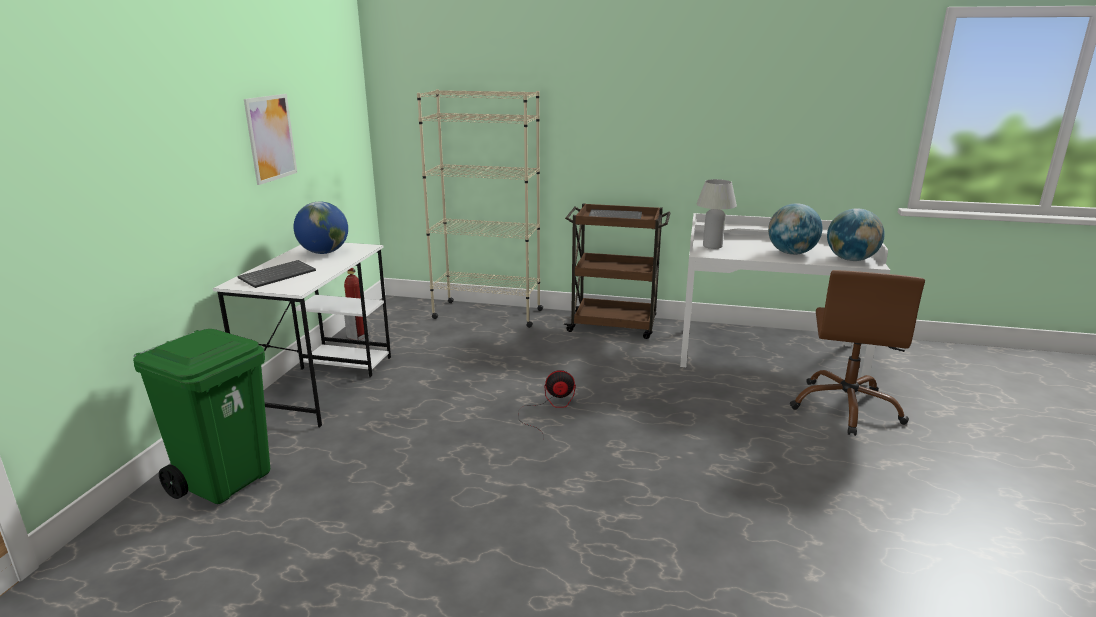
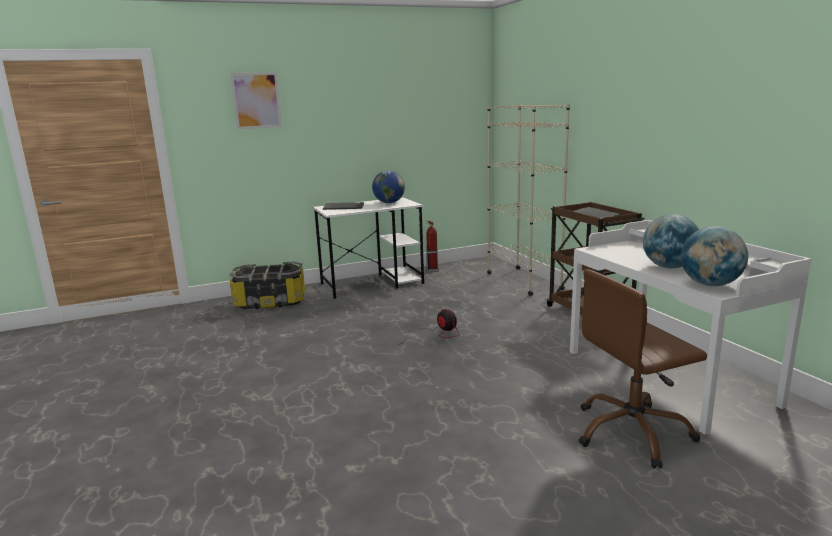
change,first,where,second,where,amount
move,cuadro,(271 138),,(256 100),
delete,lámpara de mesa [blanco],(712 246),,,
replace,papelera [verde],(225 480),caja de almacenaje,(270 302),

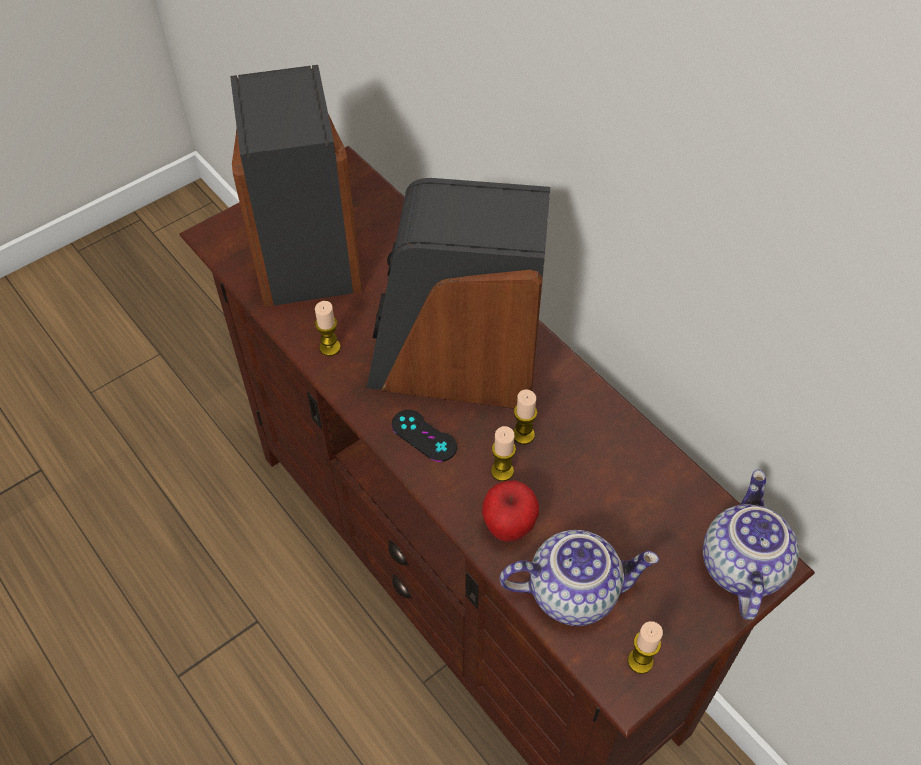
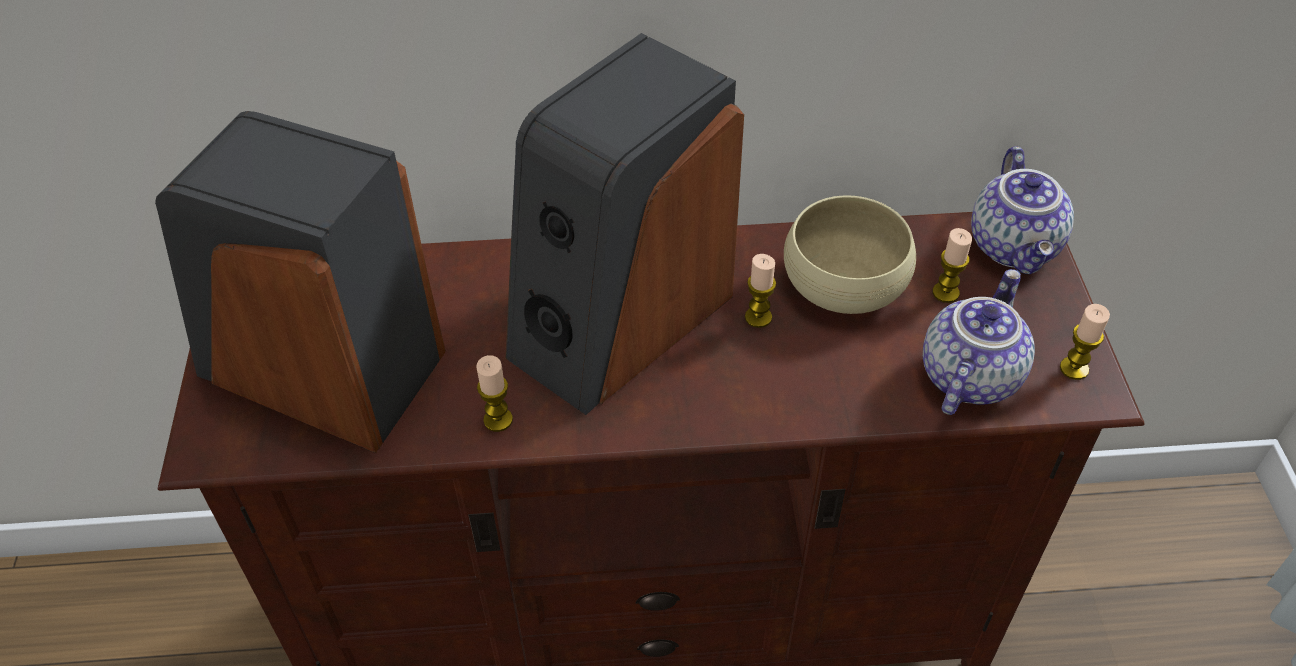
change,first,where,second,where,amount
delete,mando de consola [negro],(424 436),,,
move,vela,(502 471),,(945 293),
rotate,tetera,(739 565),,(1016 247),135 degrees counterclockwise
delete,manzana,(508 527),,,
insert,,,cuenco [beis],(844 281),

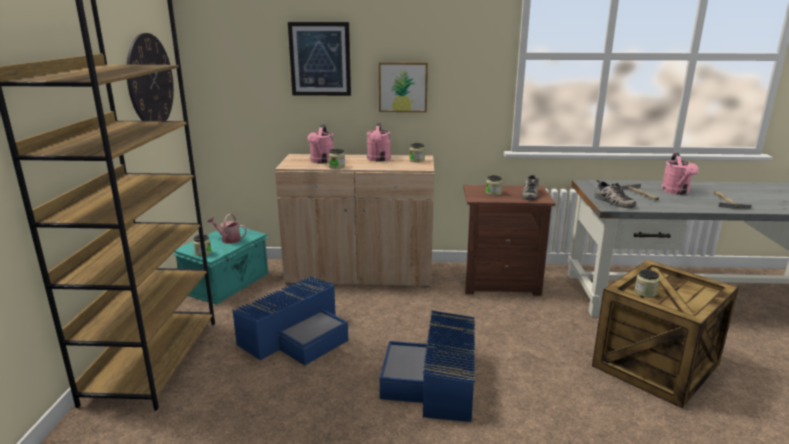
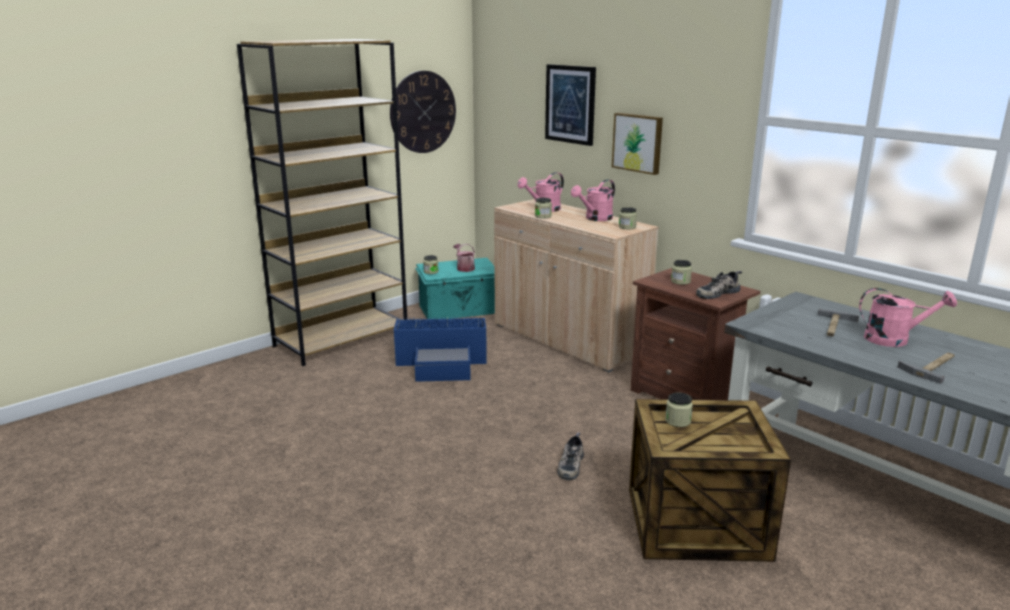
change,first,where,second,where,amount
rotate,regadera [rosa],(677 192),,(894 339),135 degrees counterclockwise
move,zapato,(612 202),,(570 465),
delete,caja de almacenaje [azul],(435 382),,,

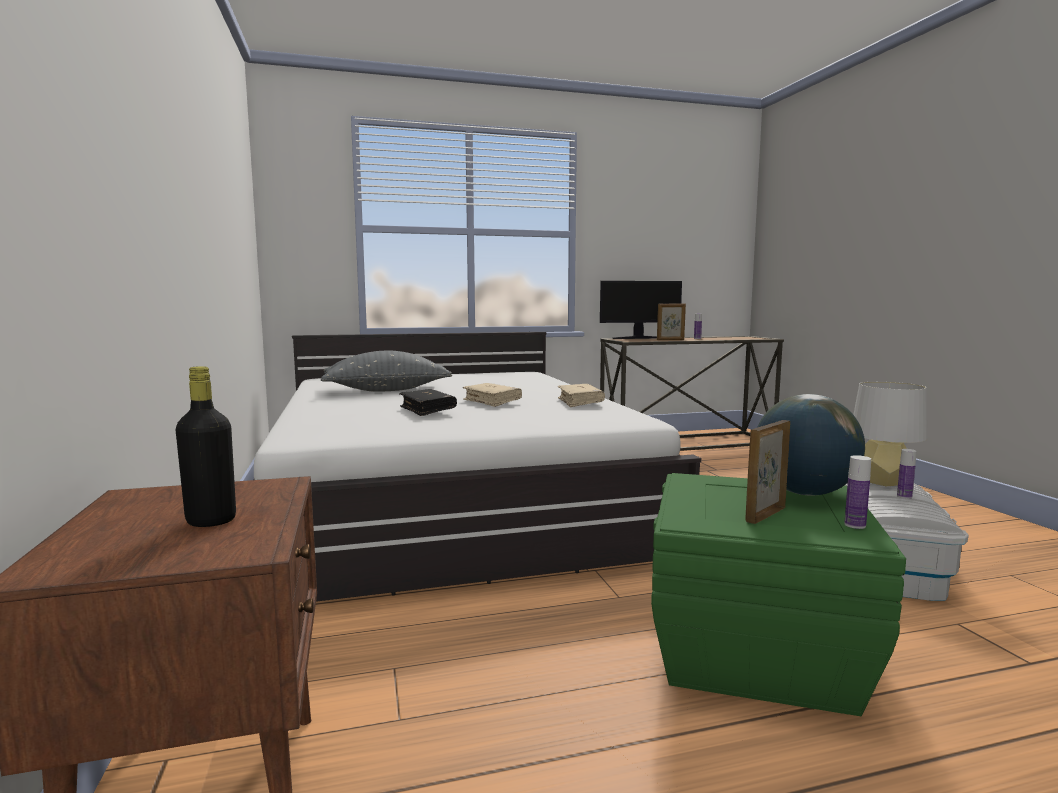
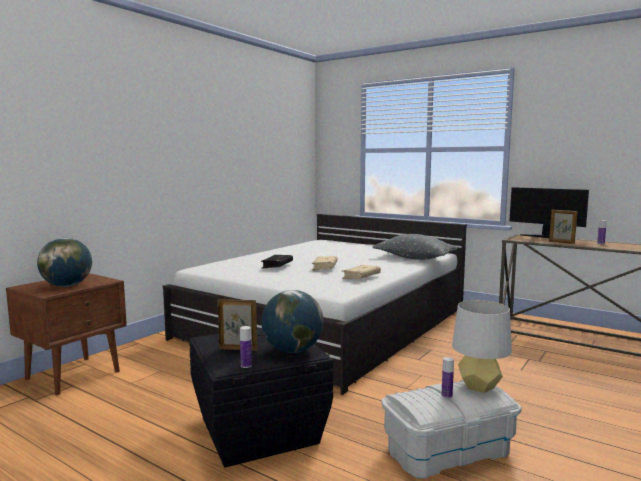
change,first,where,second,where,amount
move,cojín [gris],(386 390),,(414 258),
replace,botella [negro],(211 521),globo terráqueo,(67 285),
recolor,caja de almacenaje [verde],(752 650),caja de almacenaje [negro],(259 430),

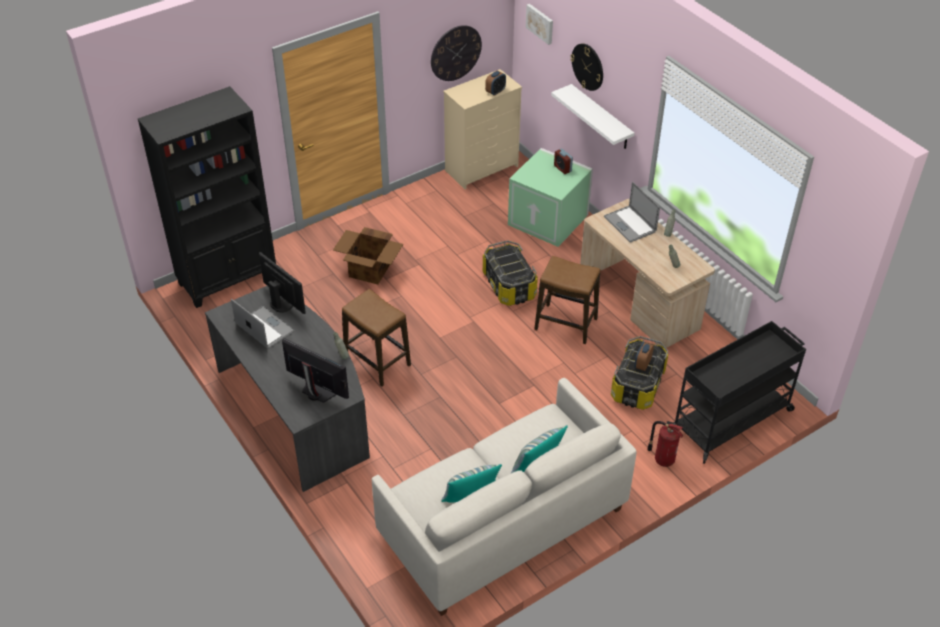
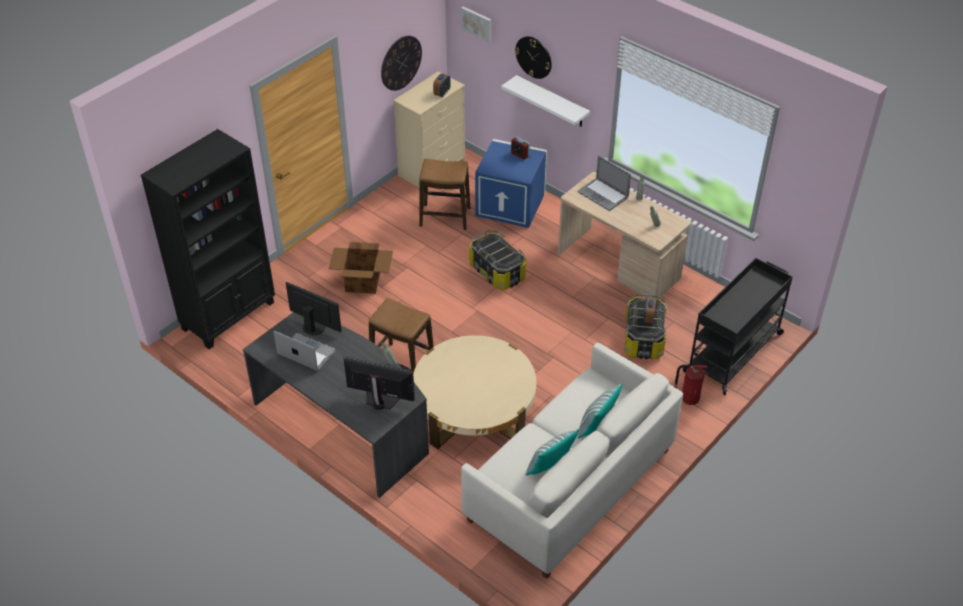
change,first,where,second,where,amount
recolor,caja de almacenaje [verde],(549 219),caja de almacenaje [azul],(511 204),
move,taburete,(565 324),,(445 217),
insert,,,mesa de centro [beis],(474 410),

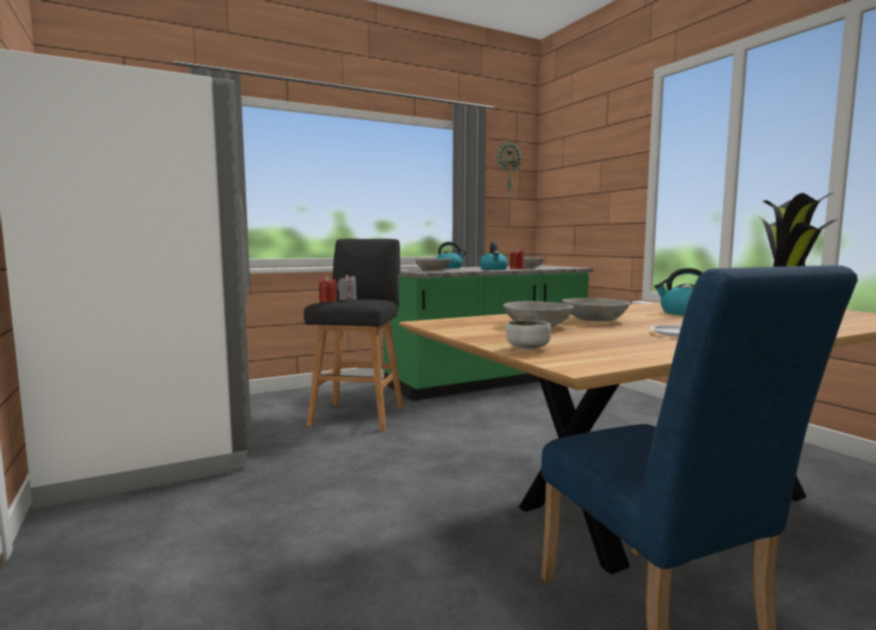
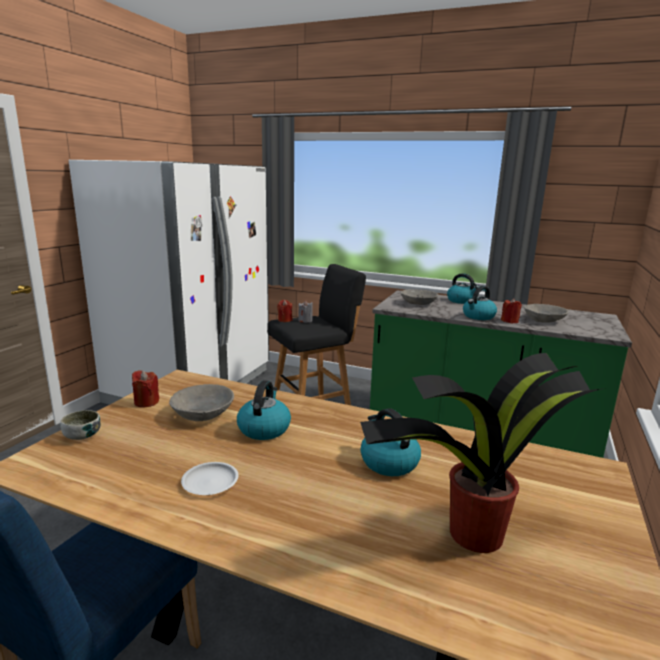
change,first,where,second,where,amount
delete,reloj de pared,(508 171),,,
replace,cuenco [gris],(594 320),hervidor,(264 428),
insert,,,vela [rojo],(146 402),

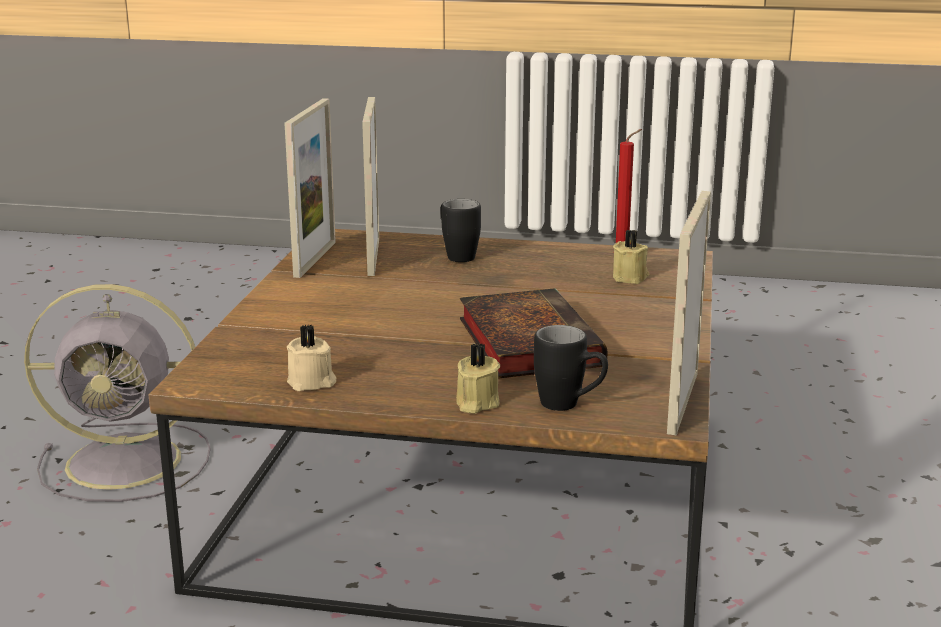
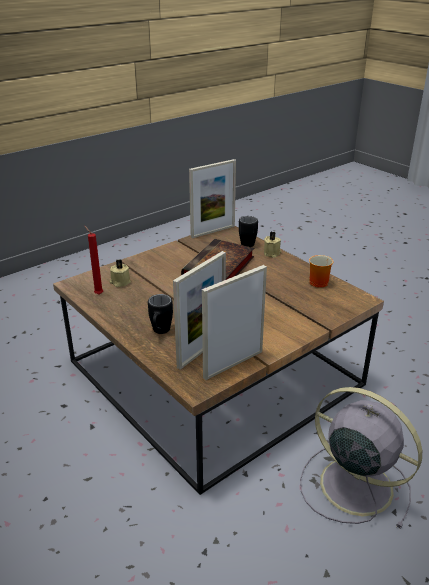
change,first,where,second,where,amount
replace,vela [beis],(312 382),taza grande,(317 281),

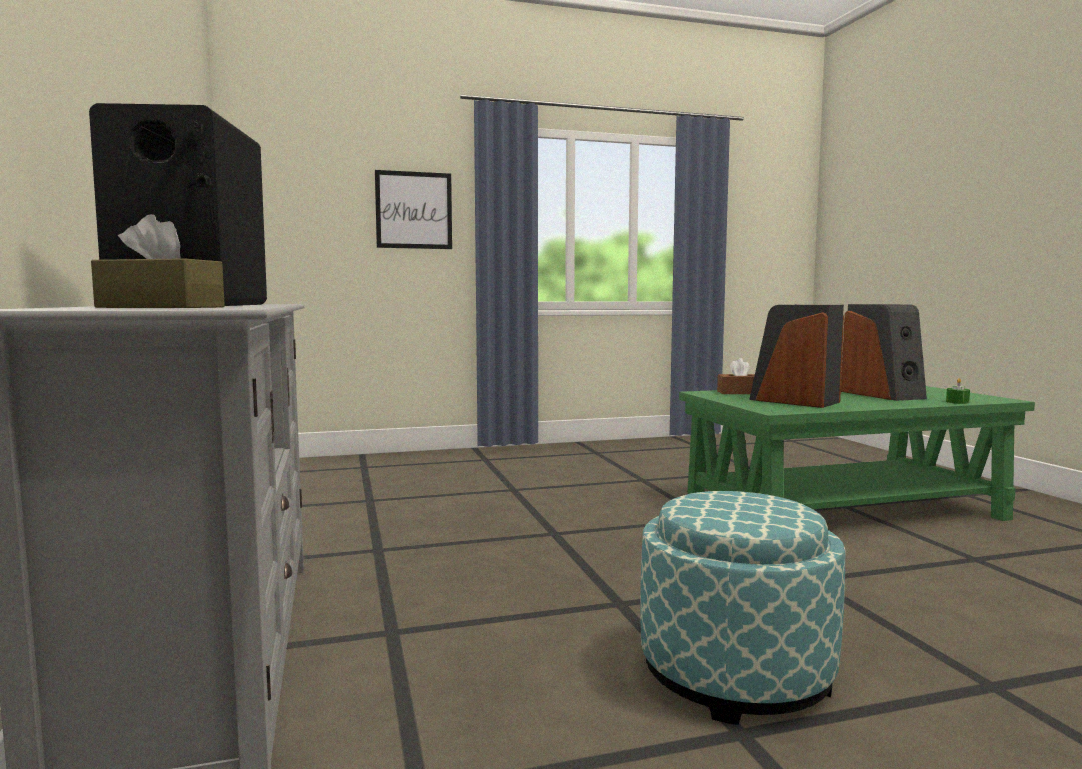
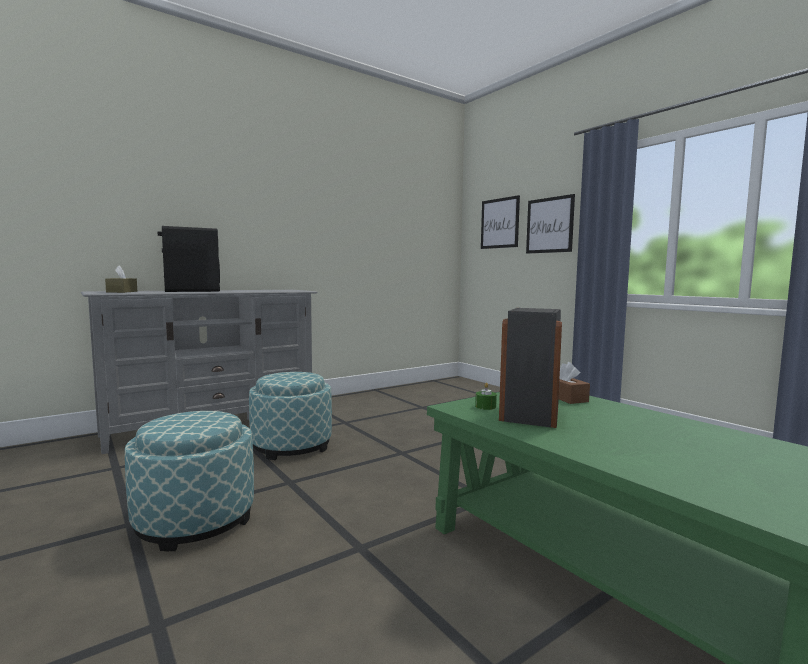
change,first,where,second,where,amount
delete,altavoz,(882 395),,,
move,vela [verde],(957 402),,(485 406),
insert,,,cuadro,(499 223),
insert,,,puf,(292 446),

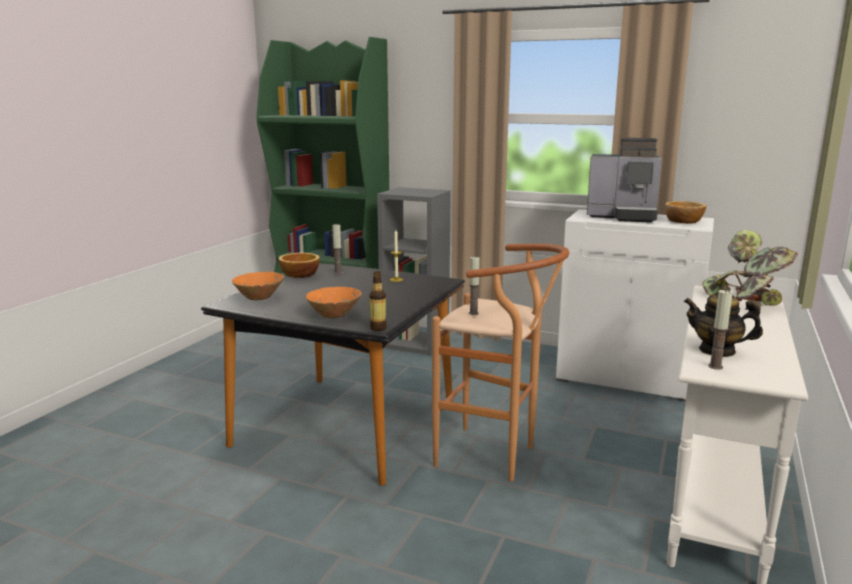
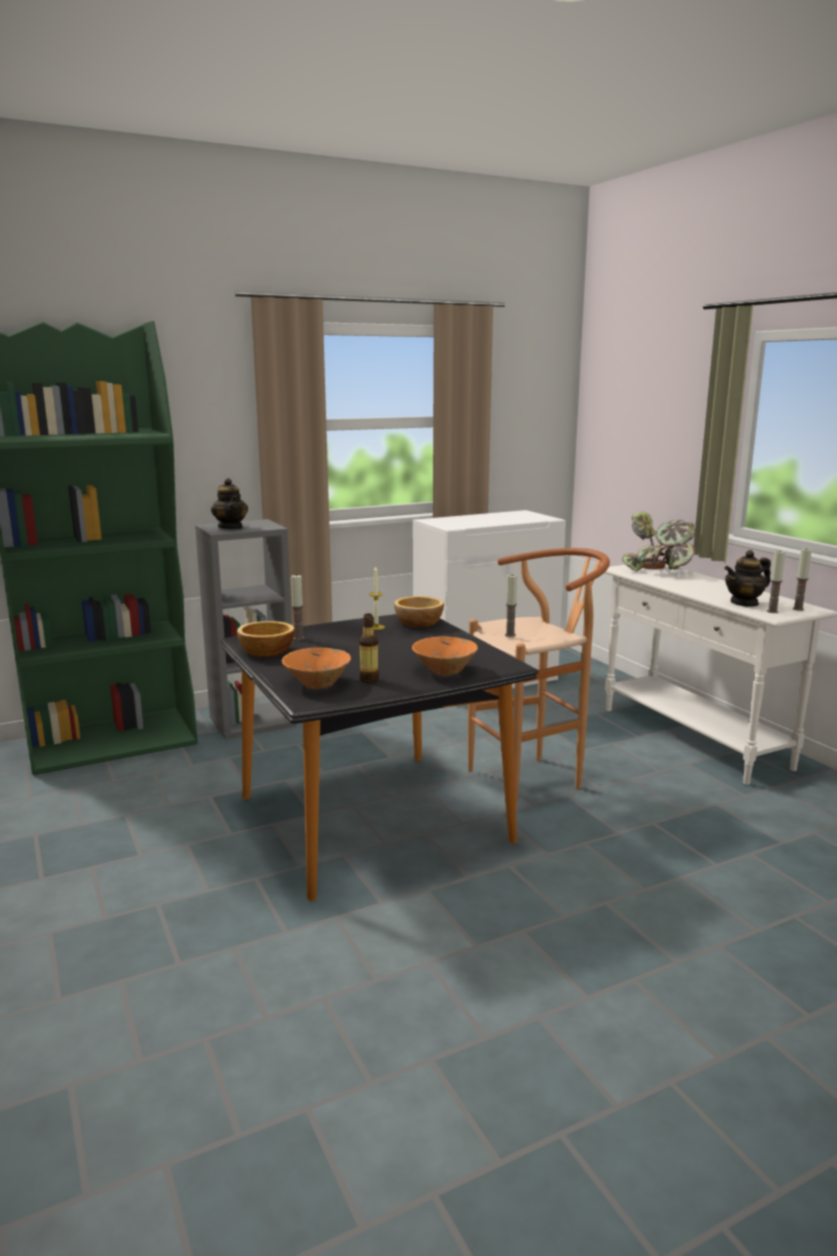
change,first,where,second,where,amount
delete,cafetera,(623 216),,,
move,cuenco,(683 221),,(419 623),
move,botella,(378 328),,(369 679),
insert,,,tetera,(231 527),
insert,,,vela,(798 609),

